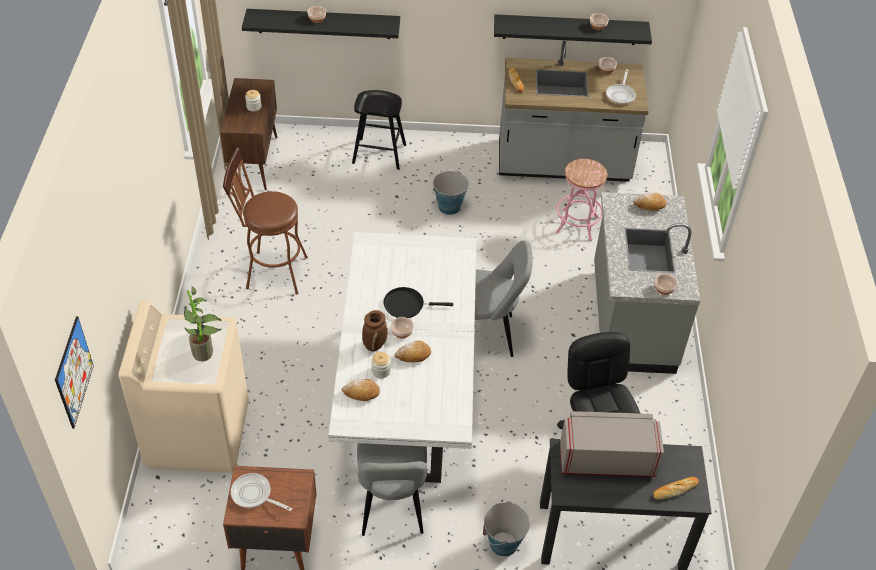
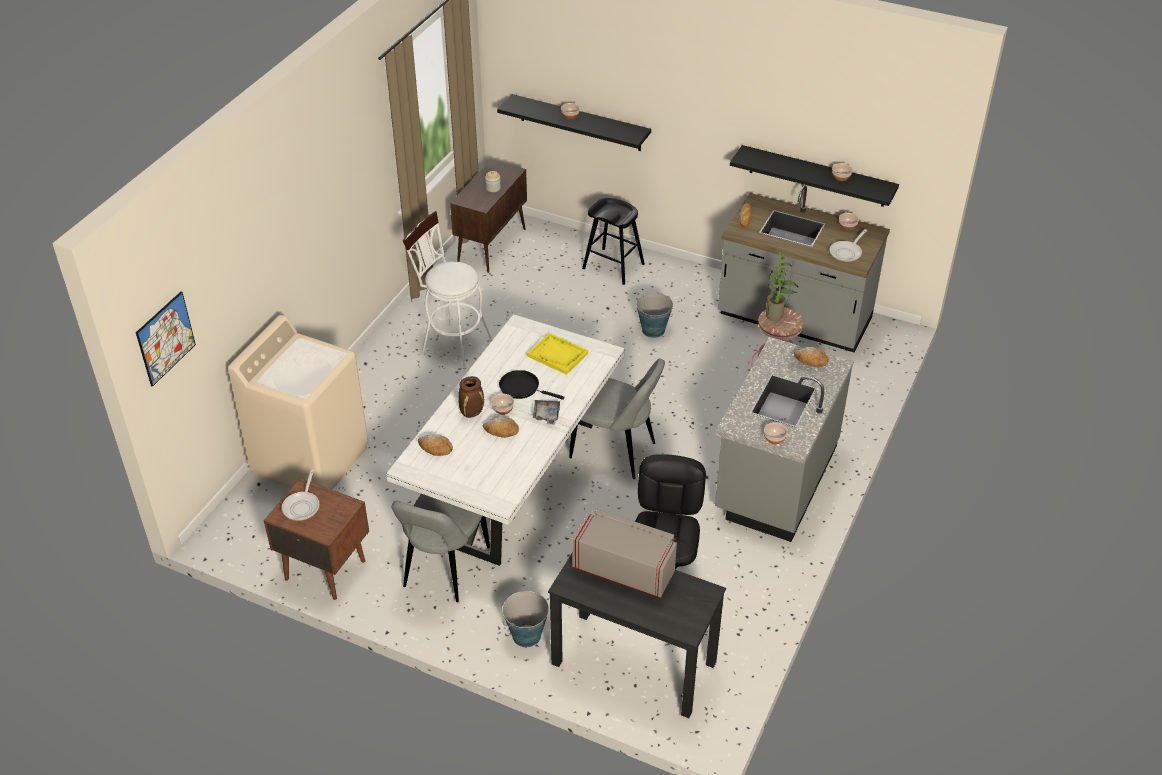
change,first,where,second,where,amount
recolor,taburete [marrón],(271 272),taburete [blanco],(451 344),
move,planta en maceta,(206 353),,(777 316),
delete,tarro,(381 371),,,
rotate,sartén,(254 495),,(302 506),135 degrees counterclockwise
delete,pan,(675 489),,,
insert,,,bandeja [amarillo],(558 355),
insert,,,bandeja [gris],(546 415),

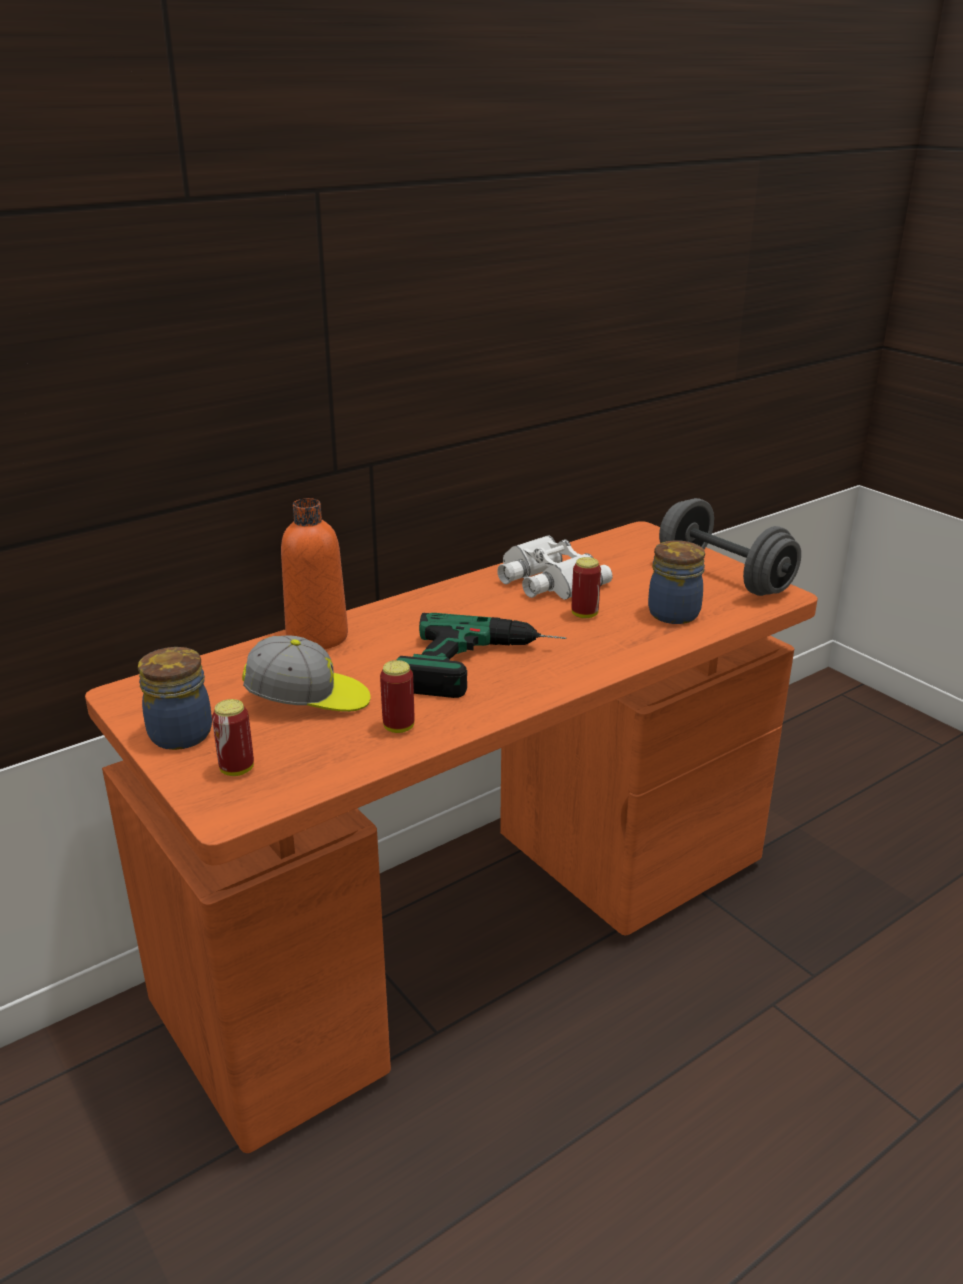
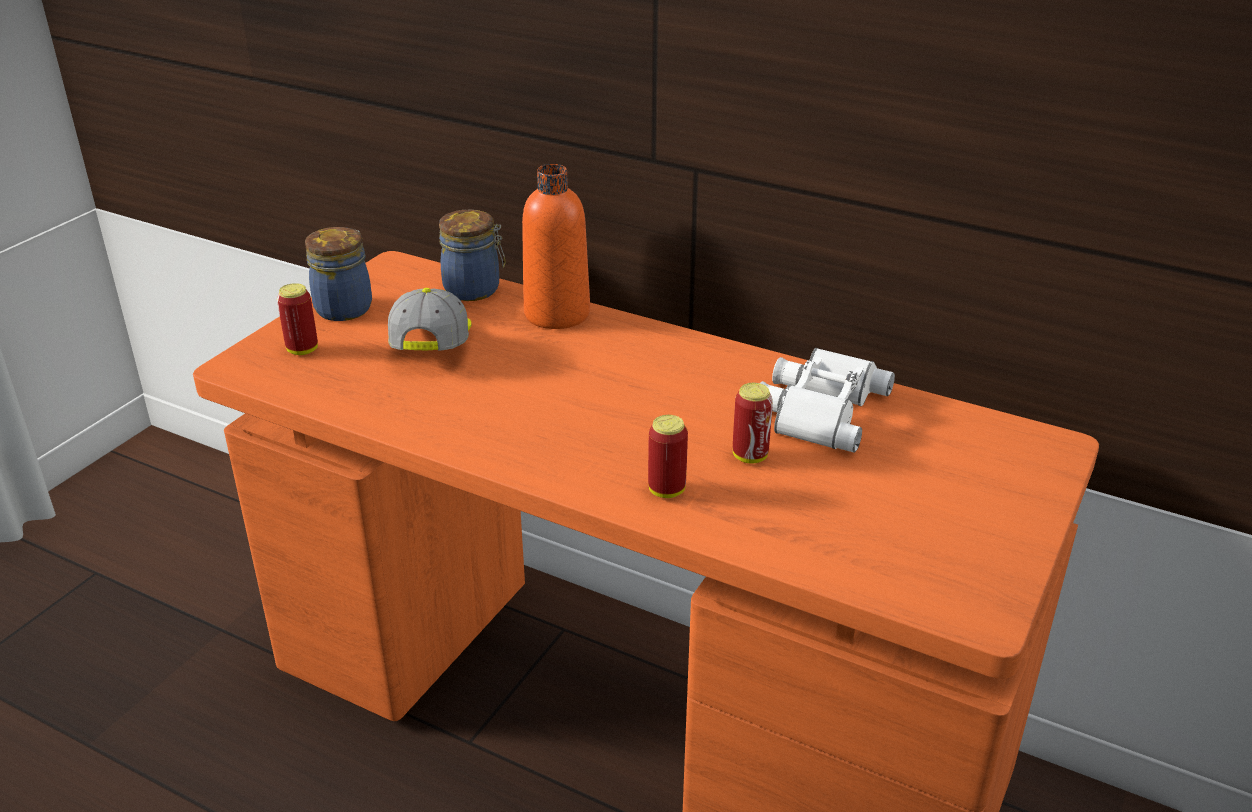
change,first,where,second,where,amount
delete,mancuerna [gris],(724 577),,,
move,tarro,(674 613),,(474 290),
delete,taladro,(483 666),,,
rotate,gorra,(308 700),,(433 346),150 degrees counterclockwise
move,lata,(398 727),,(666 490),

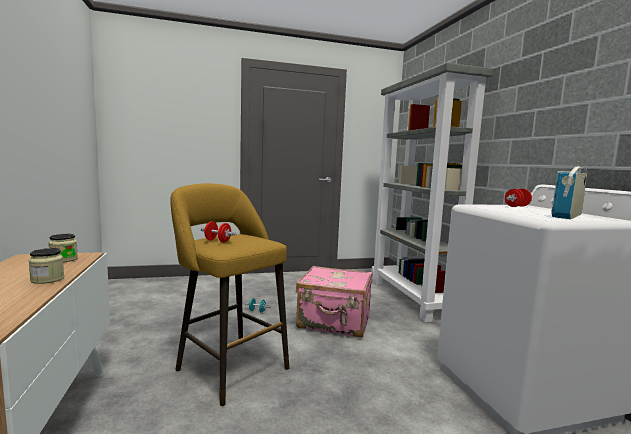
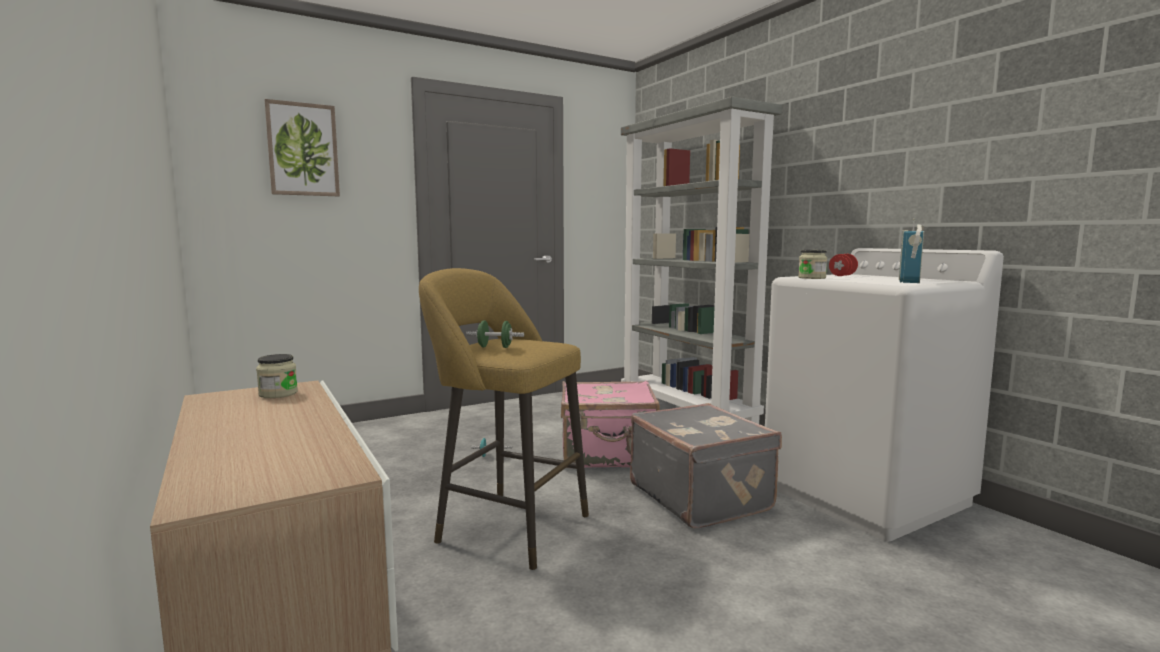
change,first,where,second,where,amount
recolor,mancuerna [rojo],(217 241),mancuerna [verde],(495 347),
move,tarro,(47 279),,(811 278),
insert,,,cuadro,(303 149),
insert,,,maleta [gris],(701 496),

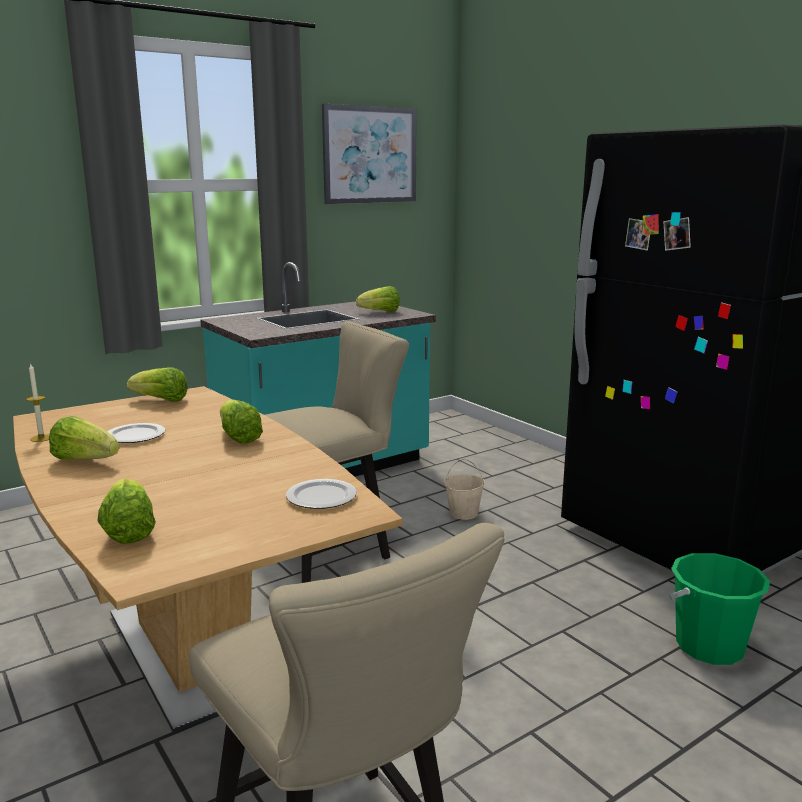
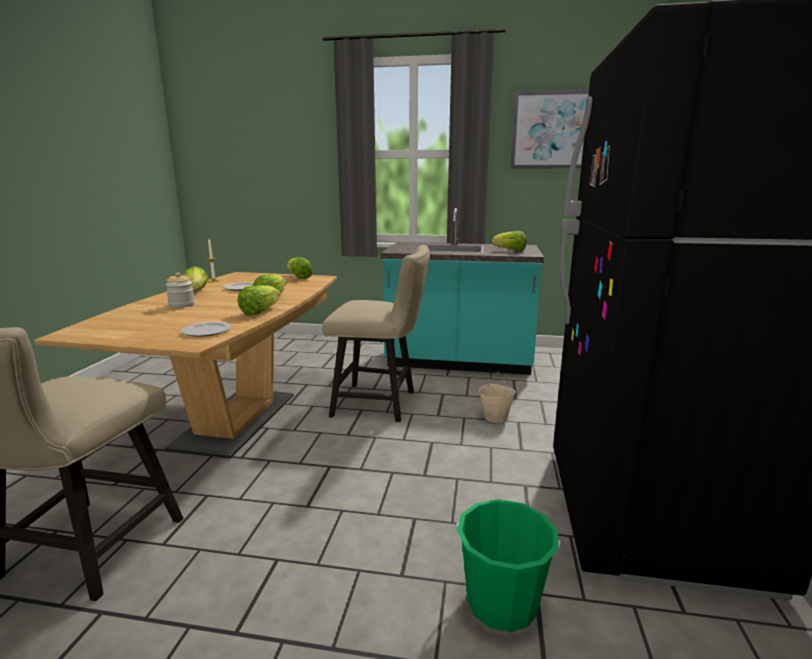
change,first,where,second,where,amount
move,lechuga,(129 530),,(260 312),
insert,,,tarro,(182 305),

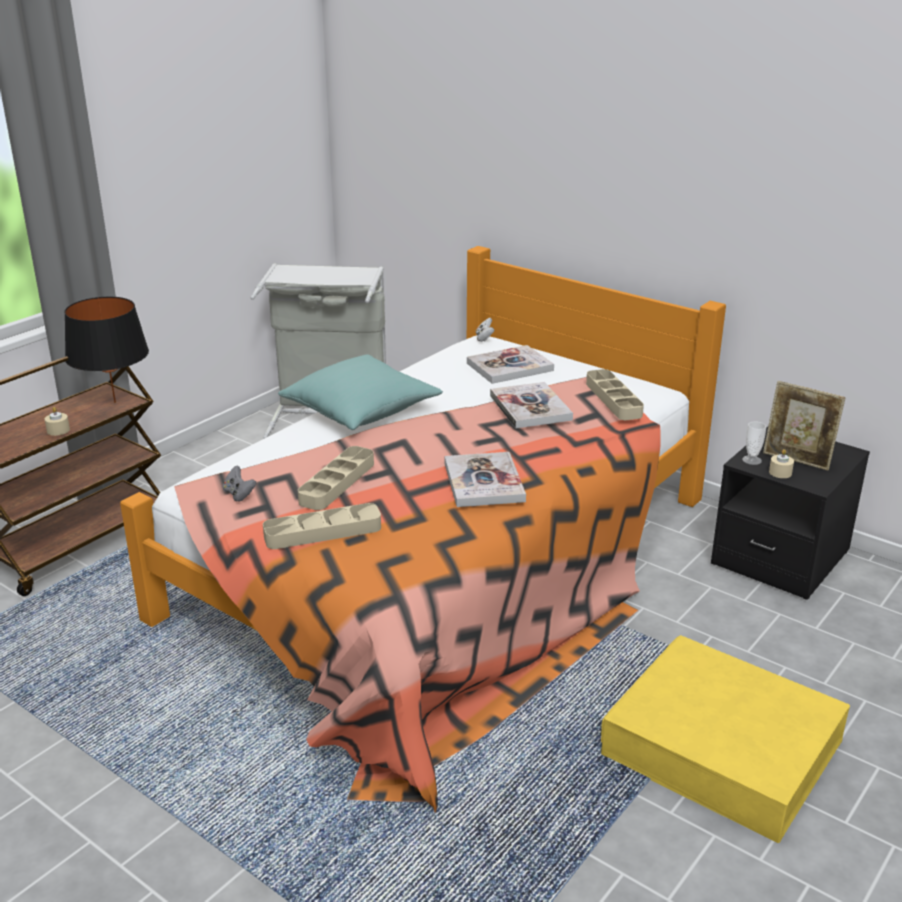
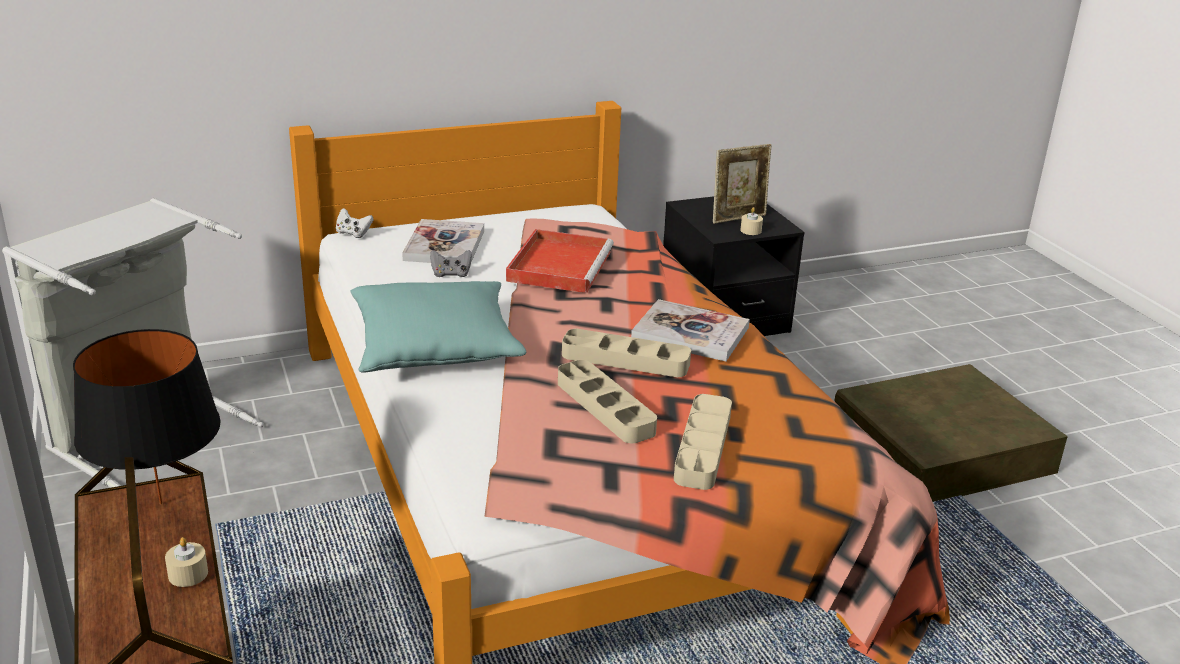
change,first,where,second,where,amount
move,bandeja [beis],(613 399),,(625 359),
replace,libro,(530 408),bandeja [rojo],(559 265),
delete,taza,(751 460),,,
move,mando de consola [gris],(239 494),,(451 274),
recolor,caja de almacenaje [amarillo],(722 748),caja de almacenaje [marrón],(942 448),

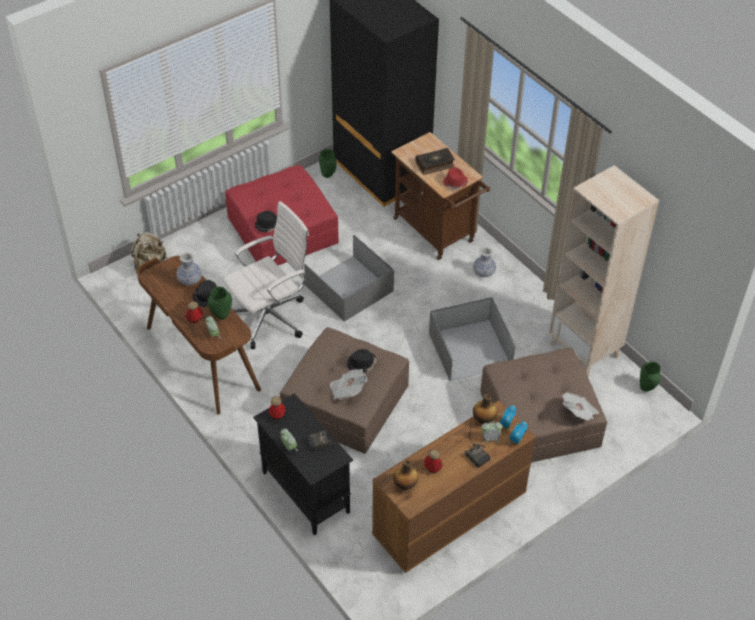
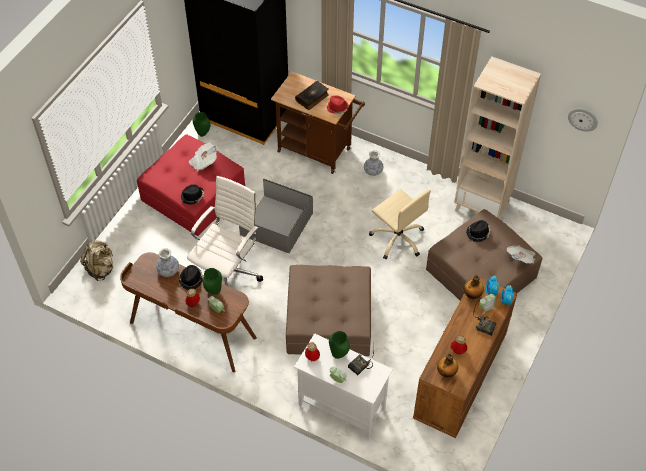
change,first,where,second,where,amount
replace,caja de almacenaje [gris],(469 349),silla de oficina [beis],(398 238),
move,sombrero [negro],(361 364),,(478 233),
move,florero [verde],(646 388),,(338 354),
move,periódico,(347 390),,(203 162),
recolor,armario [negro],(305 492),armario [blanco],(341 406),
insert,,,reloj de pared,(583 119),

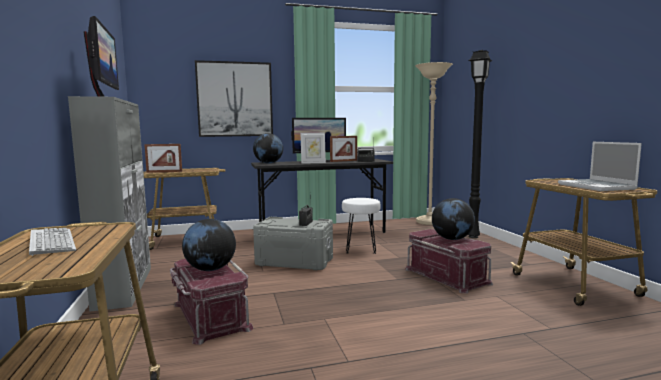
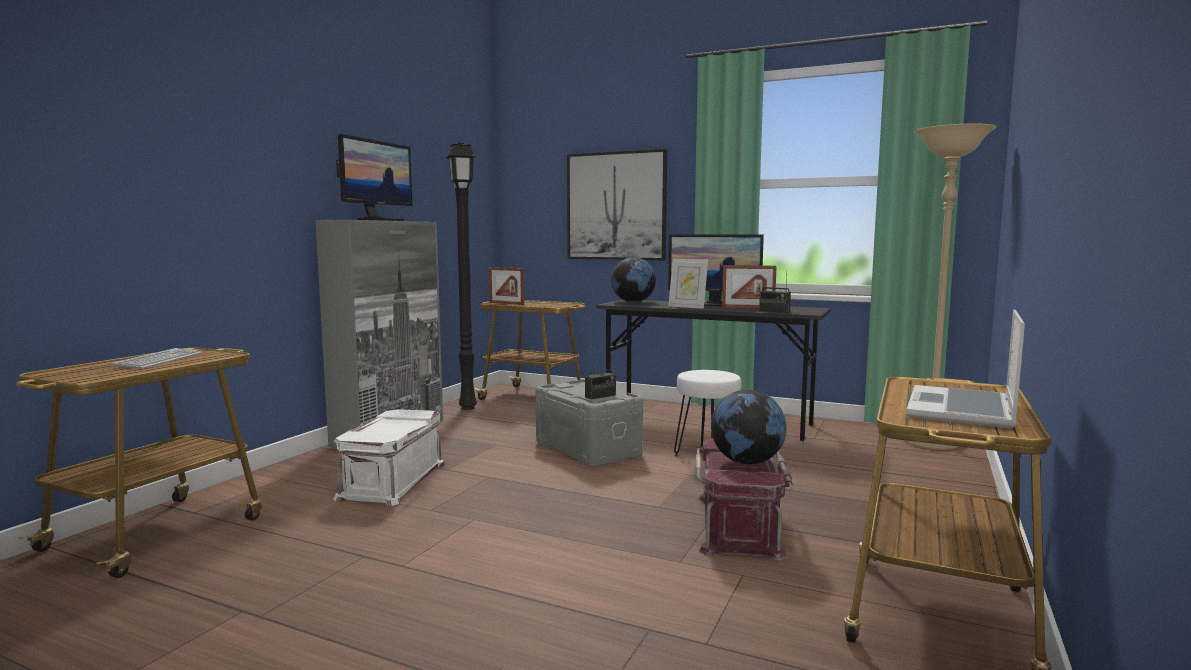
change,first,where,second,where,amount
move,lámpara de pie [negro],(472 237),,(466 408),
delete,globo terráqueo,(210 269),,,
recolor,caja de almacenaje [rojo],(209 316),caja de almacenaje [blanco],(391 480),

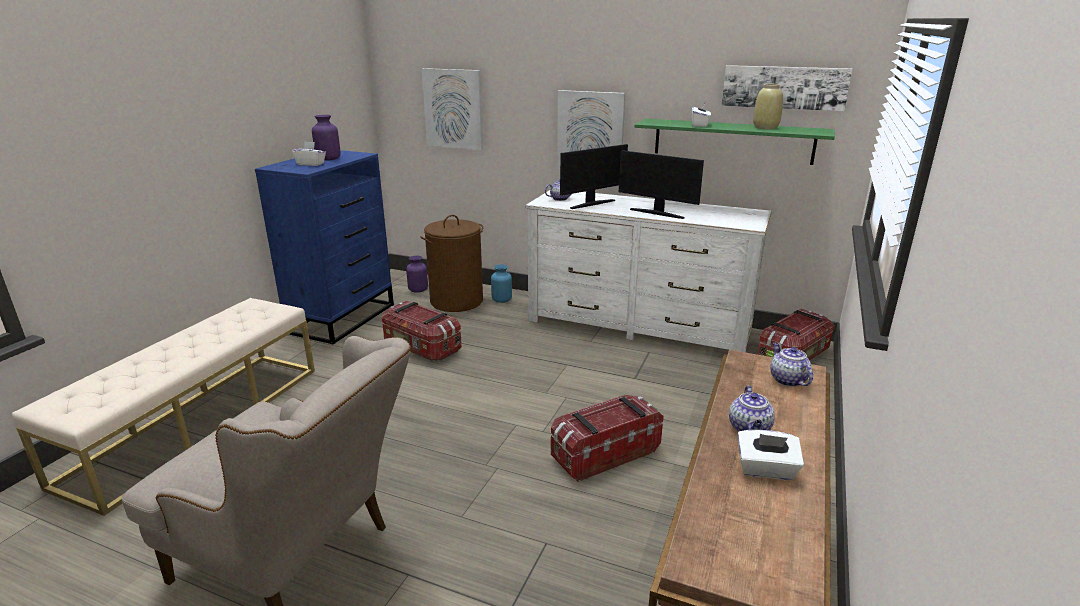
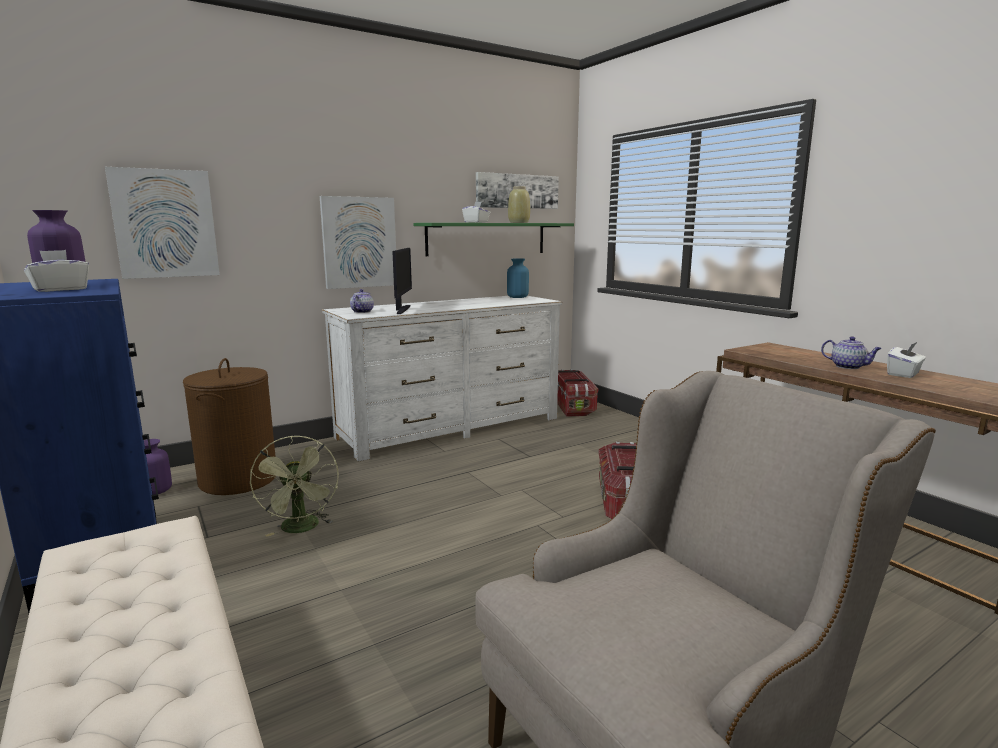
change,first,where,second,where,amount
delete,monitor,(657 213),,,
move,florero [azul],(501 300),,(517 297),
replace,caja de almacenaje,(421 347),ventilador [verde],(302 529),
delete,tetera,(787 380),,,

